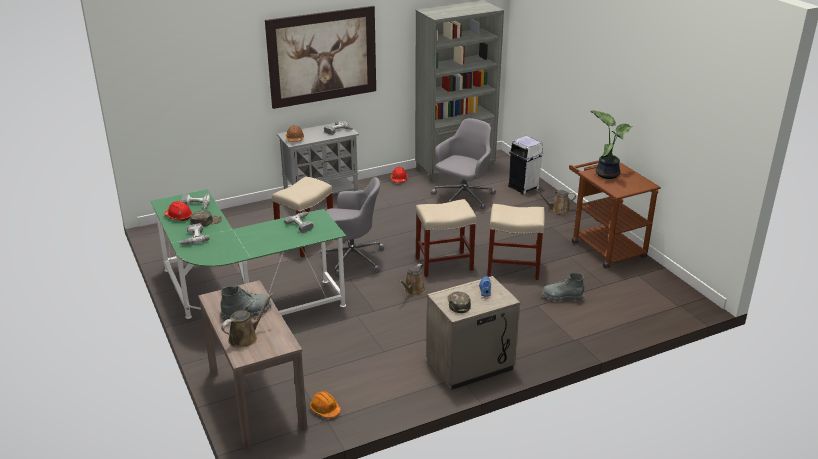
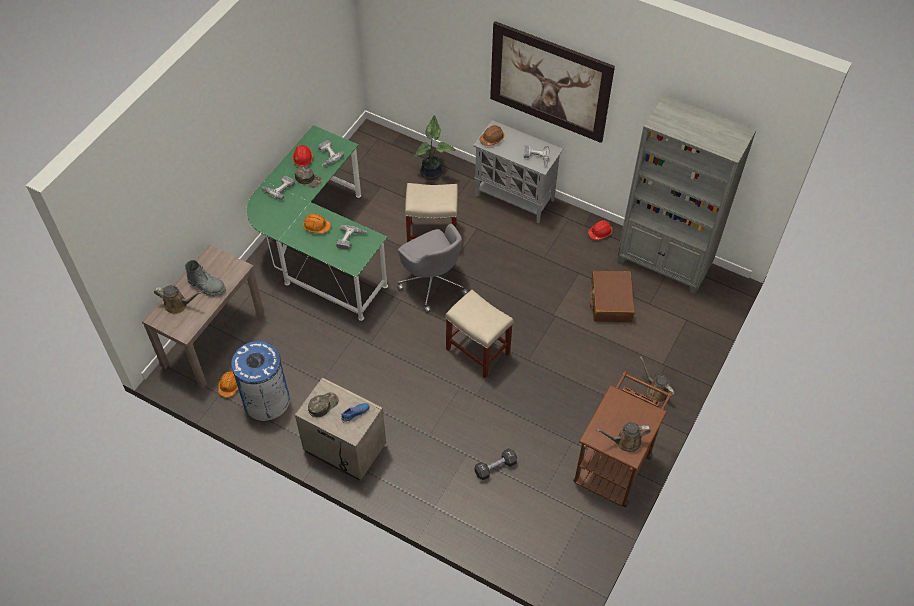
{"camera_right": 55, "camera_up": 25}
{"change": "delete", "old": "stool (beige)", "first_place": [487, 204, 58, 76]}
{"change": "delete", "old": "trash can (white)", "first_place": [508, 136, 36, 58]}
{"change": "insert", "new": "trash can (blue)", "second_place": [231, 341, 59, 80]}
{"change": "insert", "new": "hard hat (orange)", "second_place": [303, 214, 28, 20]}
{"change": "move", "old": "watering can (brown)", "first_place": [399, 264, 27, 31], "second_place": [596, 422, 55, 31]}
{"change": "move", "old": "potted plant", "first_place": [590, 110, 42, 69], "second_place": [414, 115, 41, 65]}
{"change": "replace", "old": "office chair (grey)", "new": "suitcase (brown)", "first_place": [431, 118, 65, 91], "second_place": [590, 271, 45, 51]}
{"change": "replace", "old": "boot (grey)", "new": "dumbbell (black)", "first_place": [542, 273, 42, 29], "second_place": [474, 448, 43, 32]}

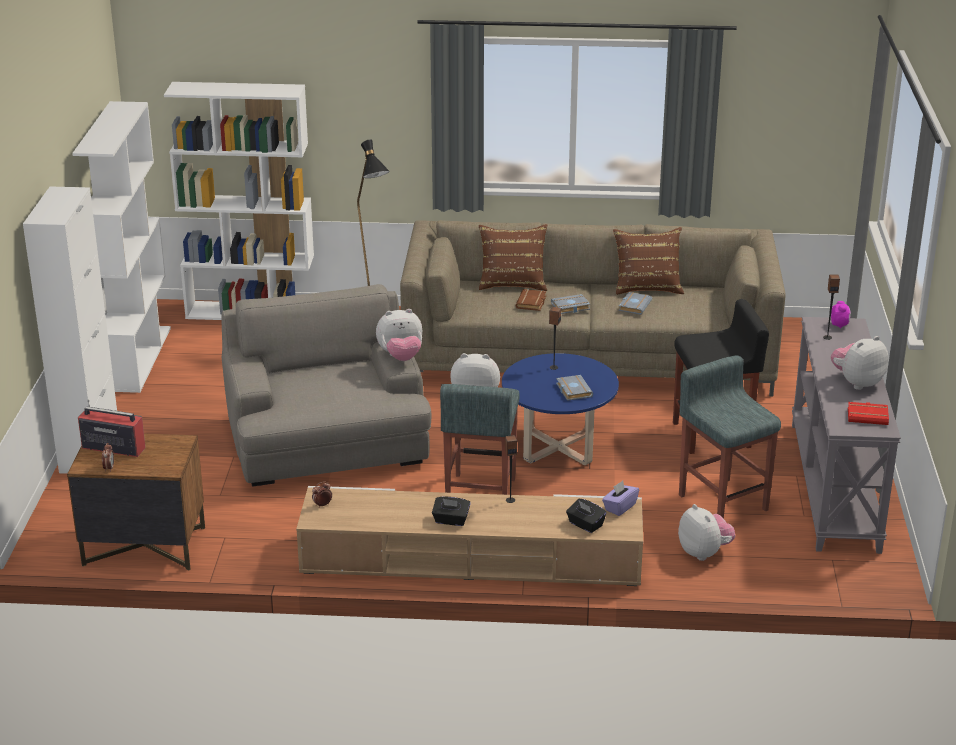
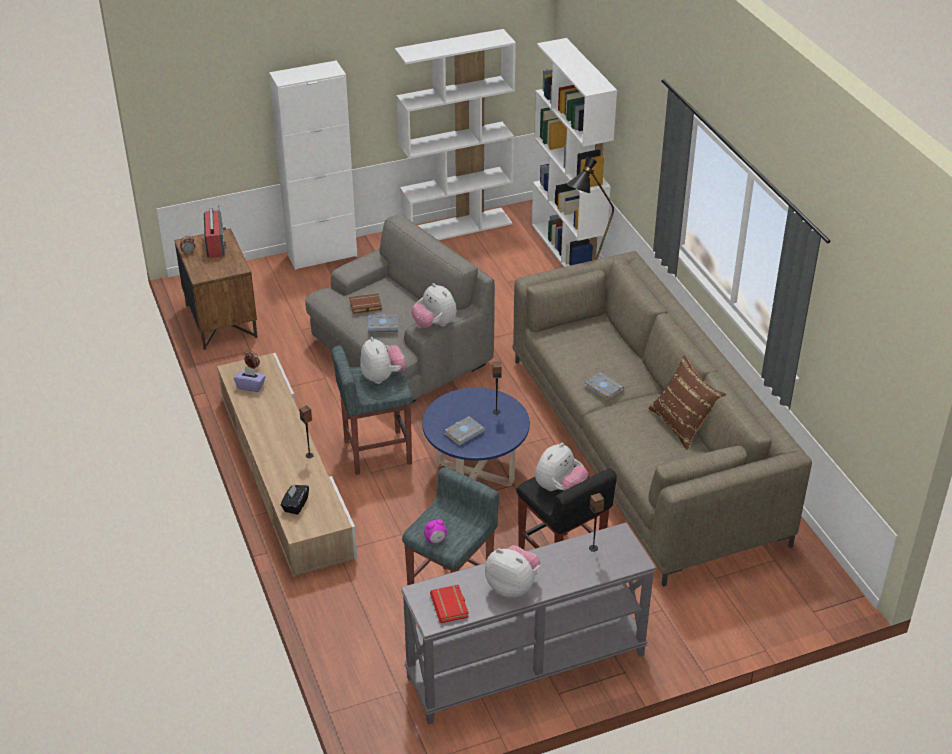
{"camera_right": 65, "camera_up": 10}
{"change": "delete", "old": "tissue box (black)", "first_place": [432, 497, 39, 29]}
{"change": "delete", "old": "pillow (brown)", "first_place": [479, 224, 68, 67]}
{"change": "move", "old": "book (brown)", "first_place": [516, 289, 30, 22], "second_place": [349, 293, 33, 20]}
{"change": "move", "old": "tissue box (purple)", "first_place": [602, 481, 37, 35], "second_place": [234, 367, 32, 25]}
{"change": "move", "old": "book (grey)", "first_place": [618, 292, 34, 23], "second_place": [368, 314, 30, 19]}
{"change": "move", "old": "plush toy", "first_place": [678, 504, 57, 57], "second_place": [535, 443, 53, 48]}
{"change": "move", "old": "alarm clock", "first_place": [831, 301, 20, 28], "second_place": [424, 519, 23, 25]}

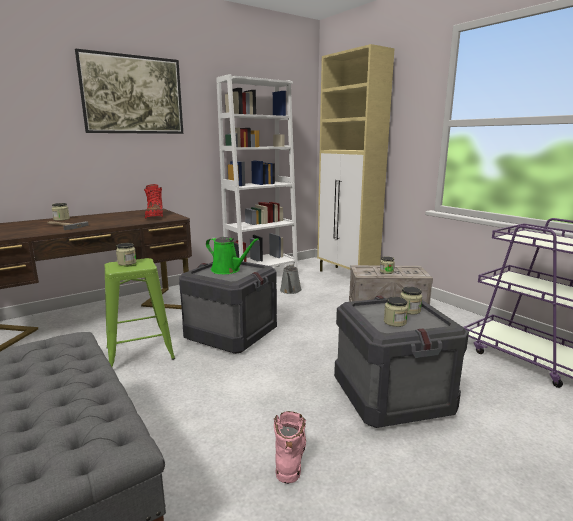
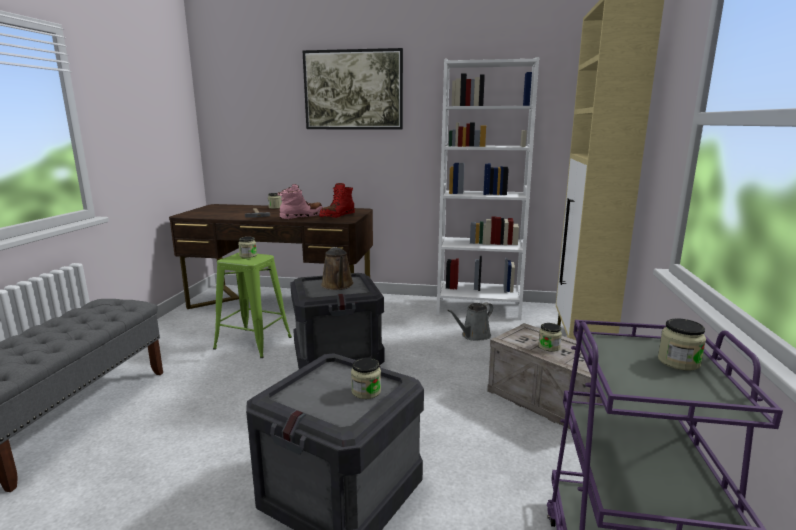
{"camera_right": 45, "camera_up": 0}
{"change": "move", "old": "boot (pink)", "first_place": [274, 411, 32, 73], "second_place": [277, 184, 46, 35]}
{"change": "move", "old": "jar", "first_place": [384, 297, 24, 30], "second_place": [658, 318, 48, 53]}
{"change": "recolor", "old": "watering can (green)", "new": "watering can (brown)", "first_place": [206, 237, 53, 37], "second_place": [321, 247, 33, 43]}

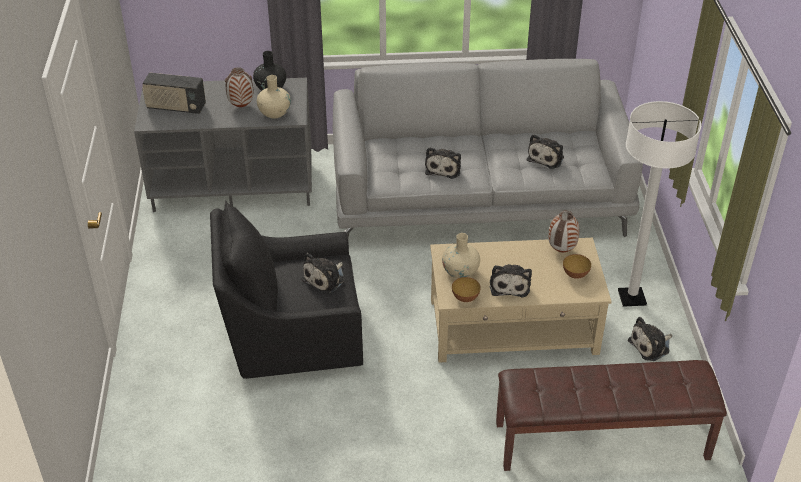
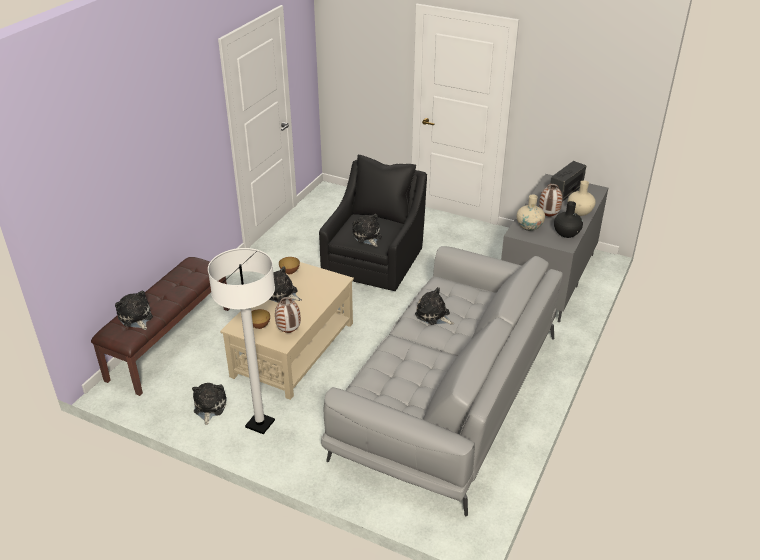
{"camera_right": 120, "camera_up": -5}
{"change": "move", "old": "vase (beige)", "first_place": [442, 233, 38, 46], "second_place": [568, 180, 28, 36]}
{"change": "move", "old": "plush toy", "first_place": [527, 134, 37, 35], "second_place": [115, 291, 38, 39]}

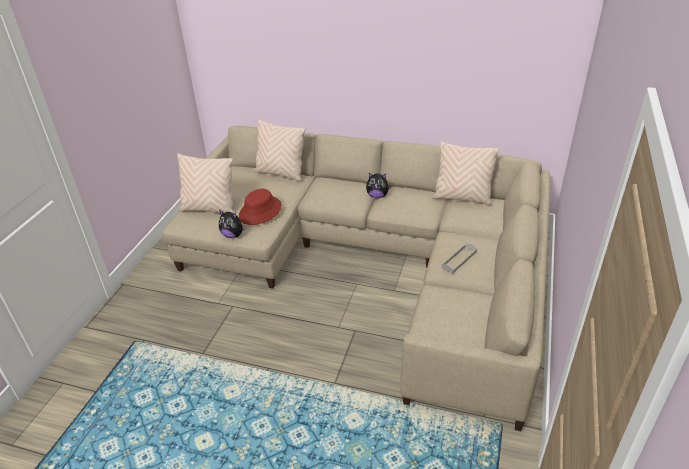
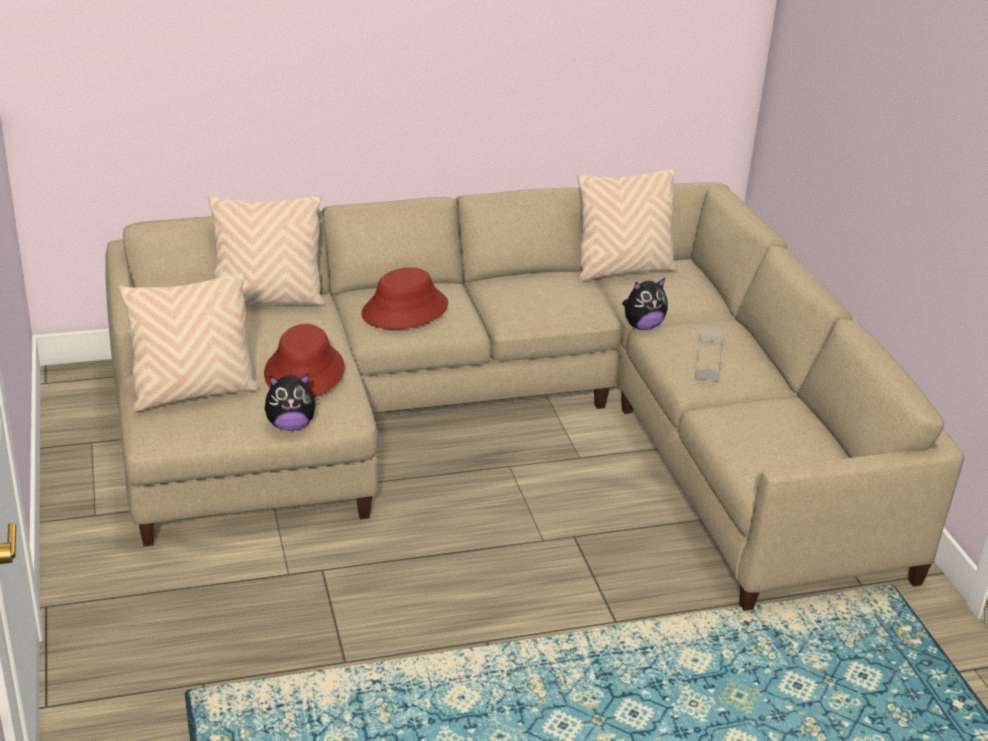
{"camera_right": -35, "camera_up": -5}
{"change": "insert", "new": "hat (red)", "second_place": [361, 267, 87, 62]}
{"change": "move", "old": "plush toy", "first_place": [366, 173, 25, 26], "second_place": [622, 278, 46, 52]}

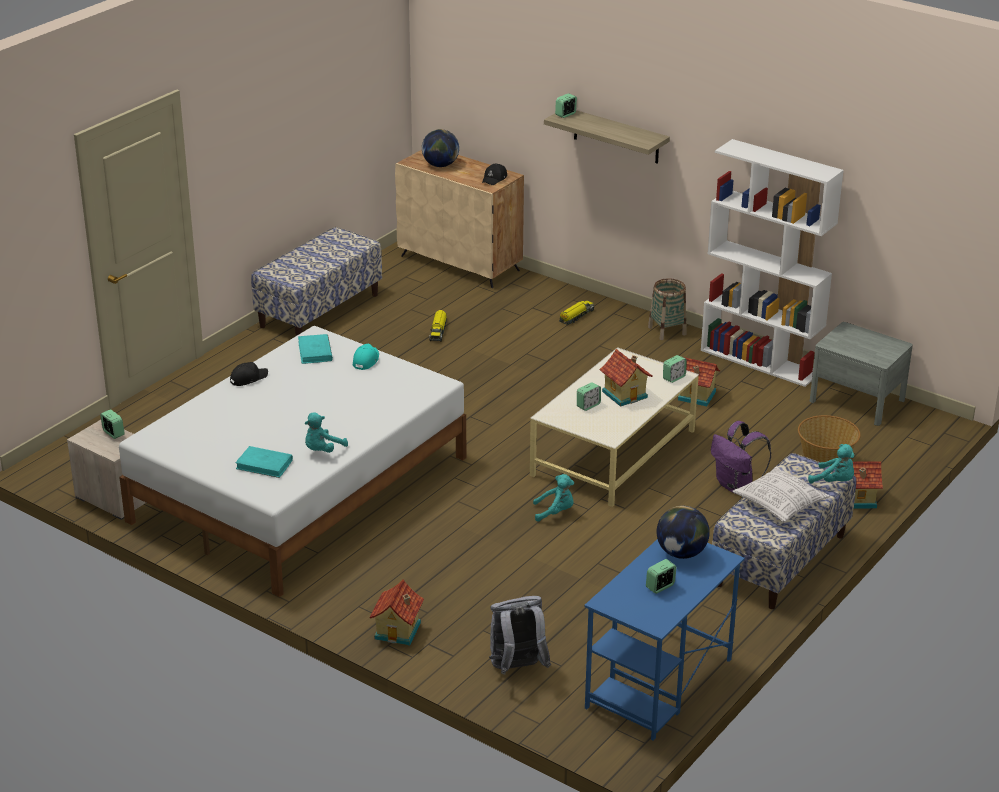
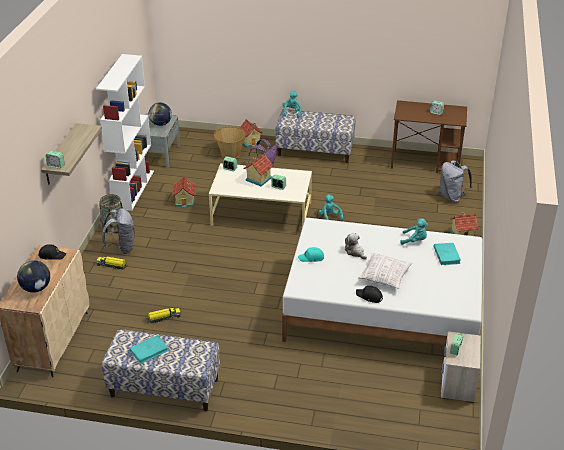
{"camera_right": -115, "camera_up": 5}
{"change": "insert", "new": "backpack (grey)", "second_place": [102, 208, 33, 46]}
{"change": "insert", "new": "plush toy", "second_place": [345, 233, 22, 27]}
{"change": "move", "old": "book (turquoise)", "first_place": [298, 334, 35, 30], "second_place": [129, 335, 40, 29]}
{"change": "move", "old": "globe", "first_place": [657, 506, 53, 53], "second_place": [149, 103, 23, 23]}
{"change": "move", "old": "pillow", "first_place": [732, 466, 98, 56], "second_place": [358, 253, 54, 36]}
{"change": "recolor", "old": "desk (blue)", "new": "desk (brown)", "first_place": [584, 539, 161, 202], "second_place": [391, 100, 76, 73]}

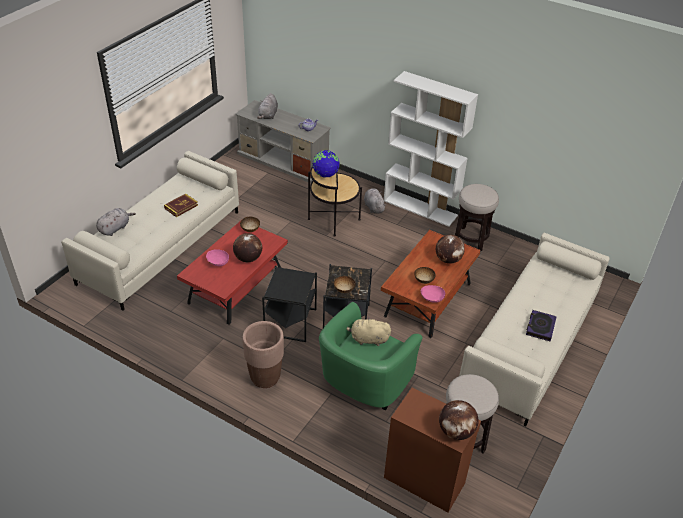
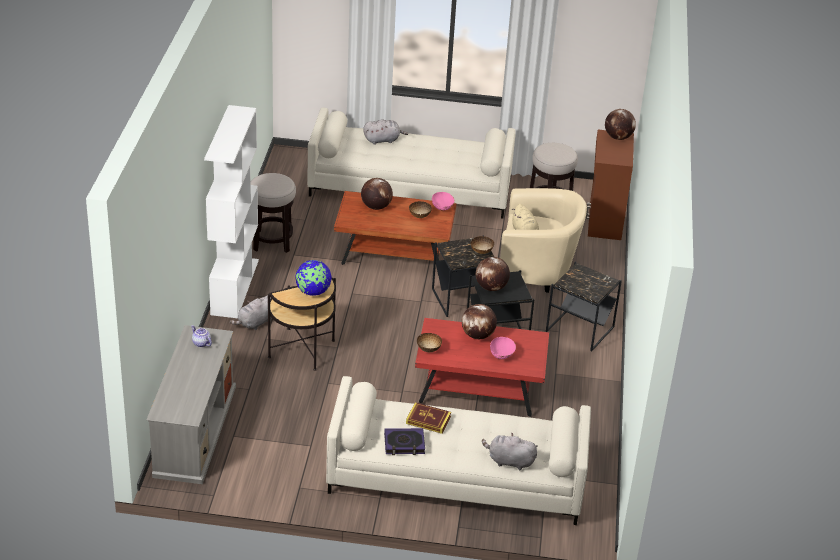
{"camera_right": -115, "camera_up": -5}
{"change": "insert", "new": "globe", "second_place": [476, 257, 34, 34]}
{"change": "move", "old": "plush toy (grey)", "first_place": [257, 93, 21, 26], "second_place": [363, 120, 45, 25]}
{"change": "move", "old": "book", "first_place": [526, 310, 31, 32], "second_place": [384, 428, 41, 27]}
{"change": "replace", "old": "planter (brown)", "new": "side table (black)", "first_place": [242, 321, 42, 67], "second_place": [546, 261, 76, 90]}
{"change": "recolor", "old": "armchair (green)", "new": "armchair (beige)", "first_place": [319, 302, 104, 109], "second_place": [500, 188, 87, 105]}

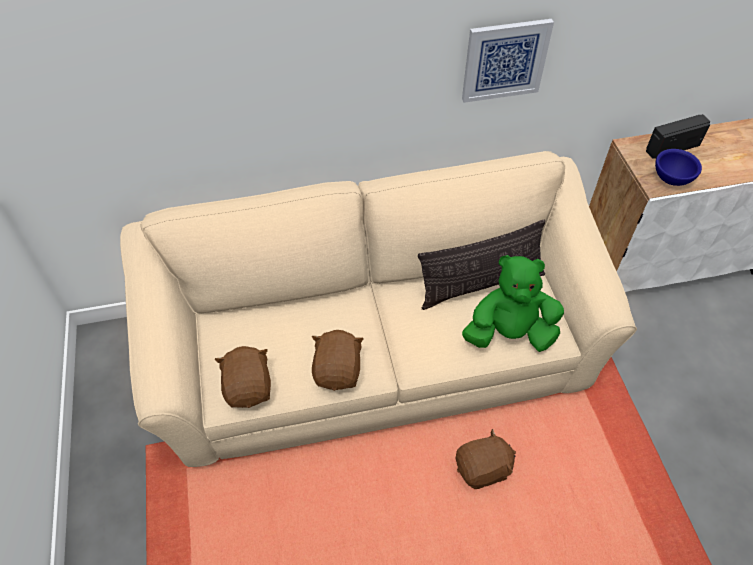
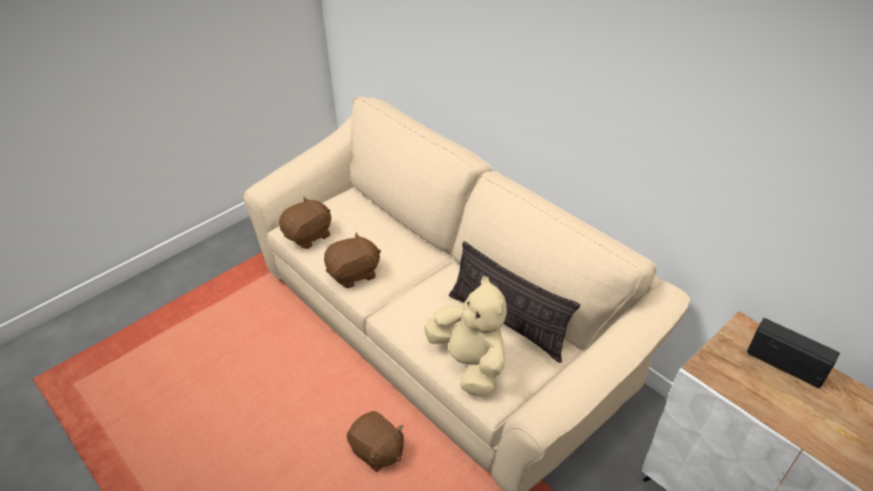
{"camera_right": 60, "camera_up": -10}
{"change": "delete", "old": "picture", "first_place": [462, 19, 92, 84]}
{"change": "delete", "old": "bowl (blue)", "first_place": [655, 149, 47, 37]}
{"change": "recolor", "old": "plush toy (green)", "new": "plush toy (beige)", "first_place": [462, 255, 102, 97], "second_place": [424, 275, 83, 122]}

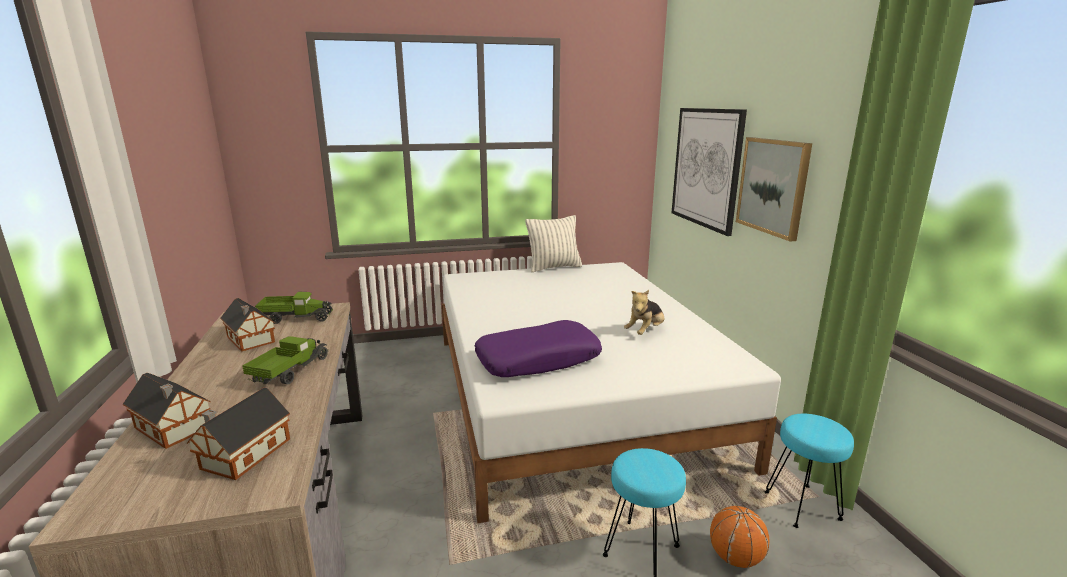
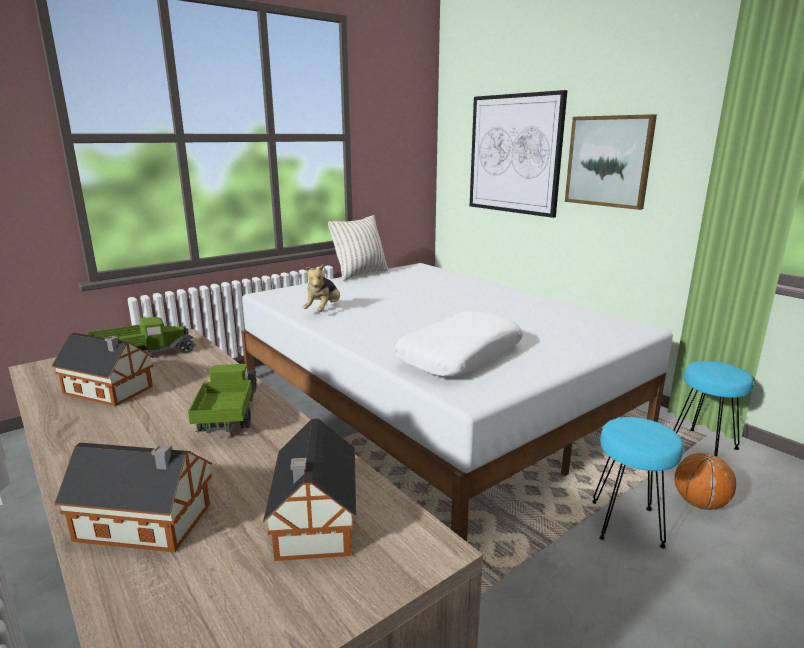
{"camera_right": -25, "camera_up": 0}
{"change": "move", "old": "plush toy", "first_place": [624, 290, 41, 45], "second_place": [302, 265, 38, 47]}
{"change": "recolor", "old": "pillow (purple)", "new": "pillow (white)", "first_place": [475, 320, 127, 57], "second_place": [394, 311, 129, 66]}

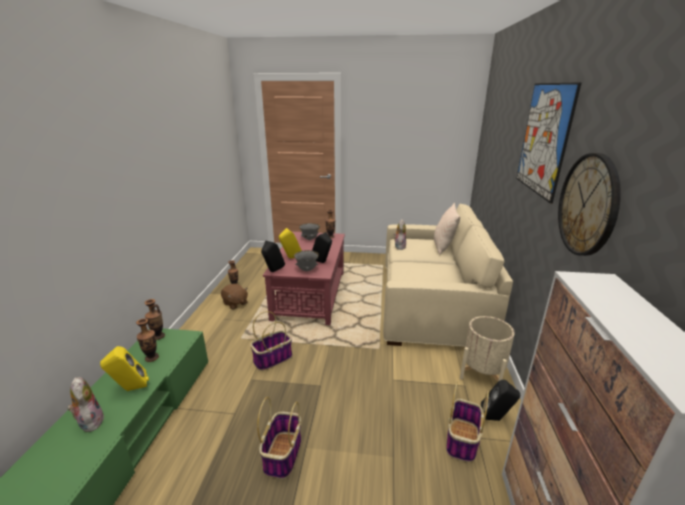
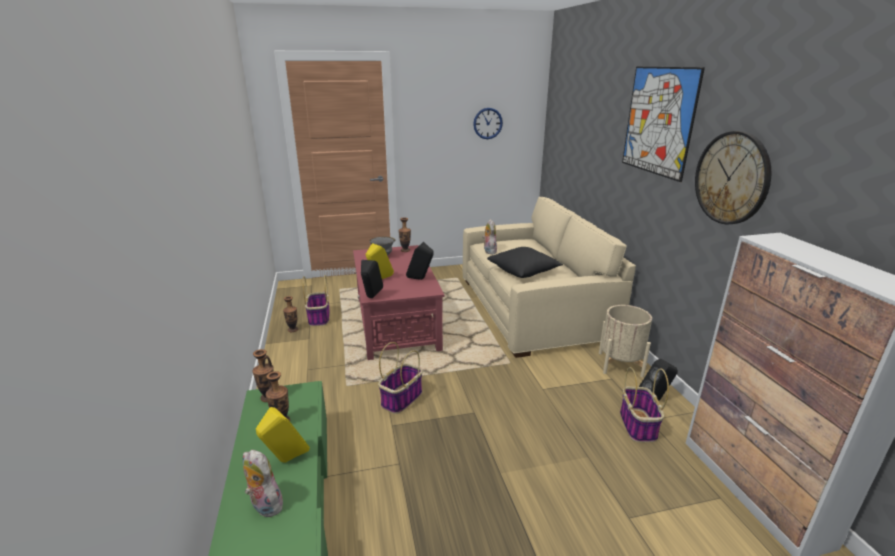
{"camera_right": -20, "camera_up": 0}
{"change": "delete", "old": "plush toy (brown)", "first_place": [221, 284, 27, 25]}
{"change": "delete", "old": "bowl (grey)", "first_place": [294, 250, 25, 21]}
{"change": "delete", "old": "pillow (beige)", "first_place": [434, 203, 26, 52]}
{"change": "insert", "new": "wall clock", "second_place": [473, 108, 30, 31]}
{"change": "insert", "new": "pillow (black)", "second_place": [487, 247, 76, 31]}
{"change": "move", "old": "basket", "first_place": [257, 397, 44, 82], "second_place": [303, 275, 27, 51]}

